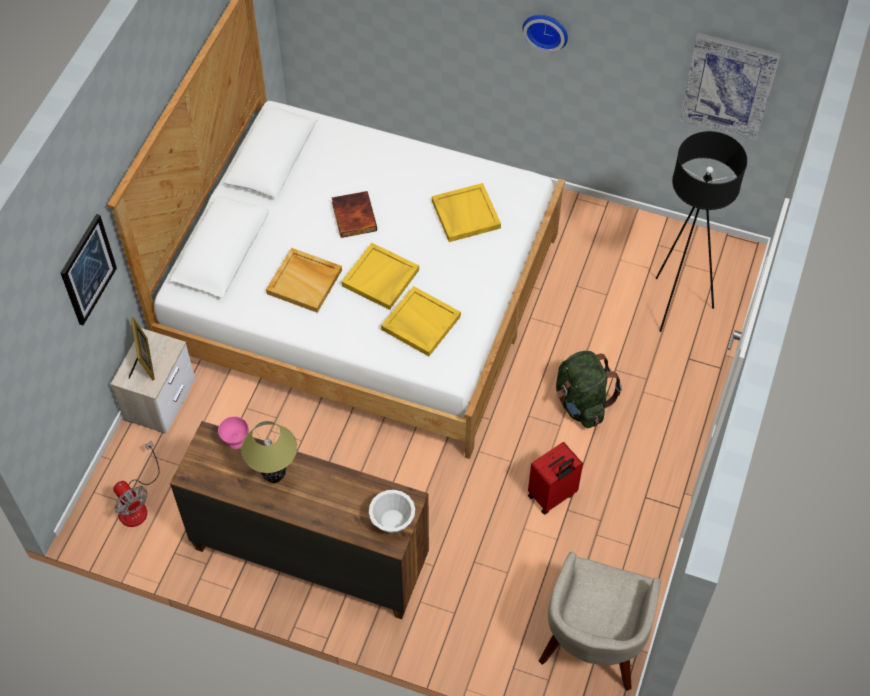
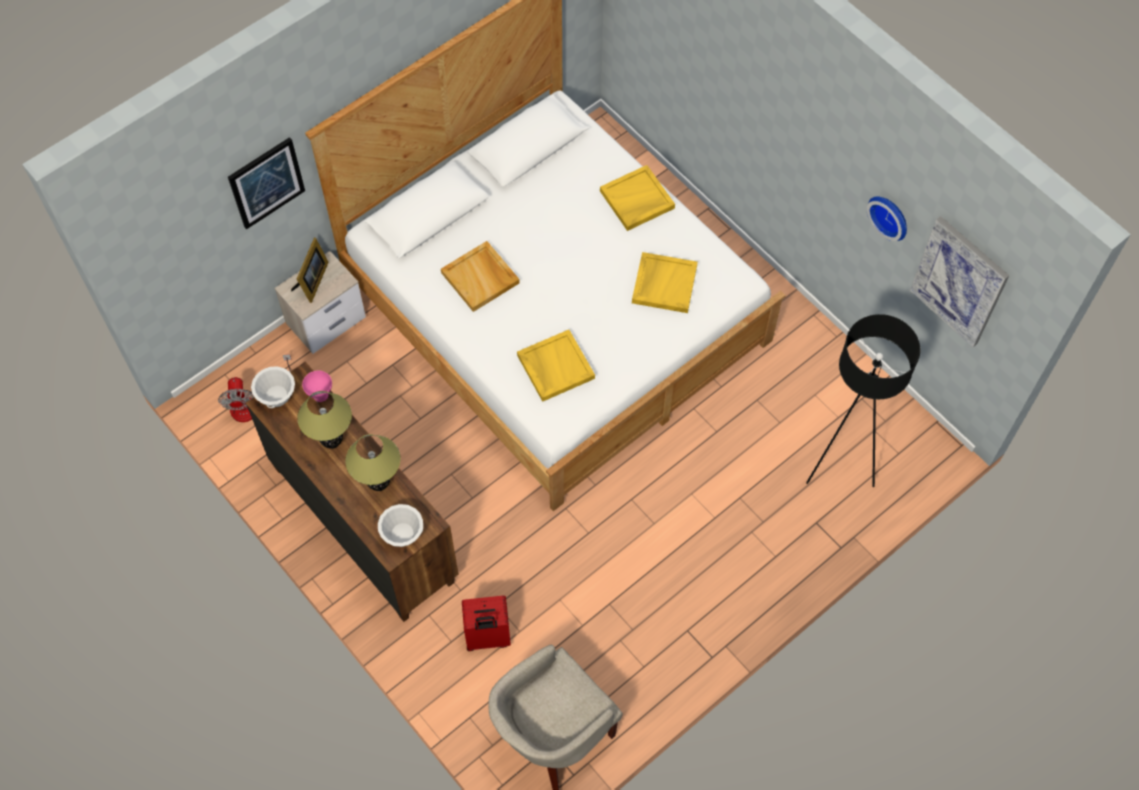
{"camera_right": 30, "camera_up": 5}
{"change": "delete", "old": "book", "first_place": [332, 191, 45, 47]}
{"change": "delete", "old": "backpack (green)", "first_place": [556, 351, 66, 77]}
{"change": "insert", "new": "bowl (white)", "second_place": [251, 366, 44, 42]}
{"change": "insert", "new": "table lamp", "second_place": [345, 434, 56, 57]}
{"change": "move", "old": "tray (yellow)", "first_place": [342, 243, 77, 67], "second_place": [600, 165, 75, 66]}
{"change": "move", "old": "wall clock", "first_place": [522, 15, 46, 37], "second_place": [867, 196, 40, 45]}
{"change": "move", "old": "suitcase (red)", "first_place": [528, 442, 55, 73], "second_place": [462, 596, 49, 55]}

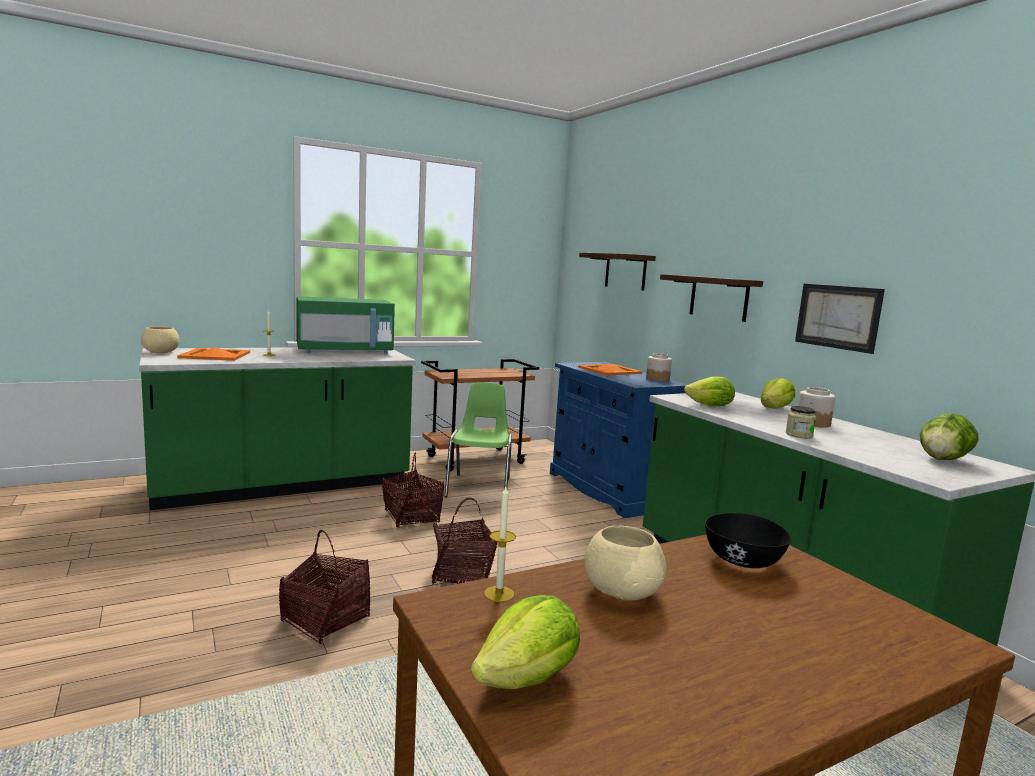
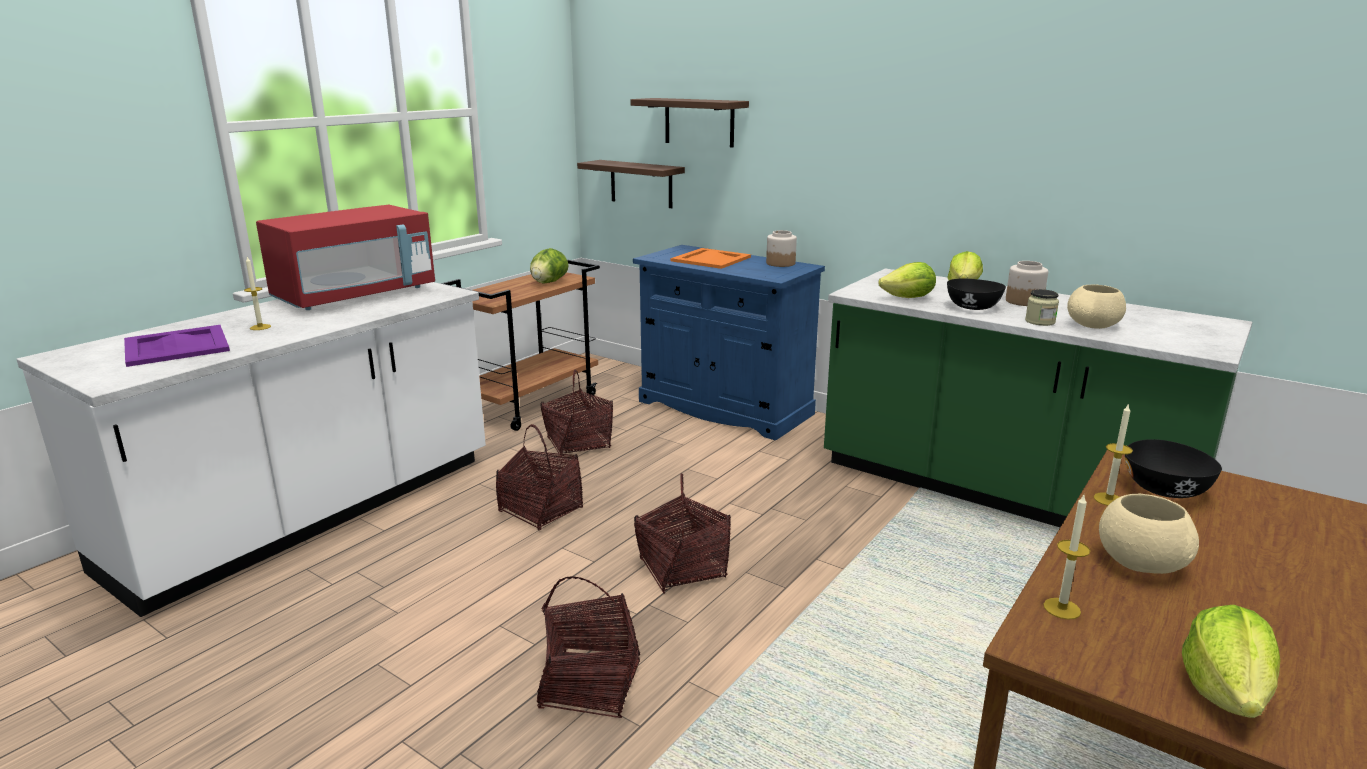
{"camera_right": -25, "camera_up": 10}
{"change": "delete", "old": "picture", "first_place": [795, 284, 90, 70]}
{"change": "insert", "new": "bowl (black)", "second_place": [947, 279, 59, 31]}
{"change": "insert", "new": "candle", "second_place": [1094, 403, 39, 103]}
{"change": "move", "old": "bowl (beige)", "first_place": [141, 326, 38, 27], "second_place": [1067, 285, 59, 44]}
{"change": "move", "old": "shelf", "first_place": [660, 274, 103, 48], "second_place": [577, 160, 108, 48]}
{"change": "move", "old": "lettuce", "first_place": [920, 413, 59, 47], "second_place": [530, 248, 39, 35]}
{"change": "replace", "old": "chair (green)", "new": "basket", "first_place": [444, 382, 68, 115], "second_place": [540, 370, 73, 88]}
{"change": "recolor", "old": "counter (green)", "new": "counter (white)", "first_place": [139, 347, 277, 163], "second_place": [16, 282, 470, 335]}
{"change": "recolor", "old": "tray (orange)", "new": "tray (purple)", "first_place": [177, 347, 73, 14], "second_place": [124, 325, 106, 42]}
{"change": "recolor", "old": "microwave (green)", "new": "microwave (red)", "first_place": [296, 296, 99, 58], "second_place": [256, 205, 179, 105]}

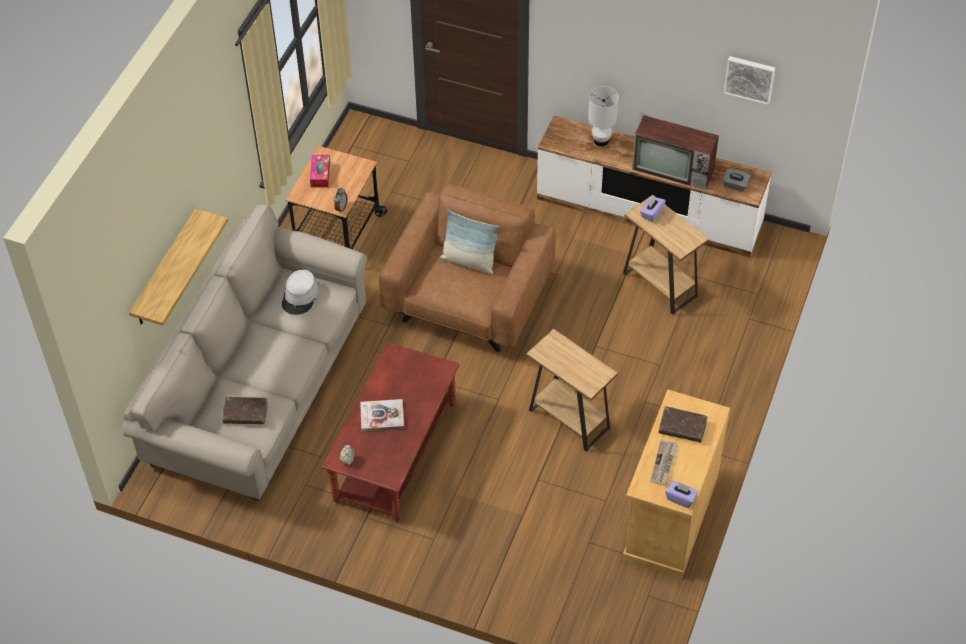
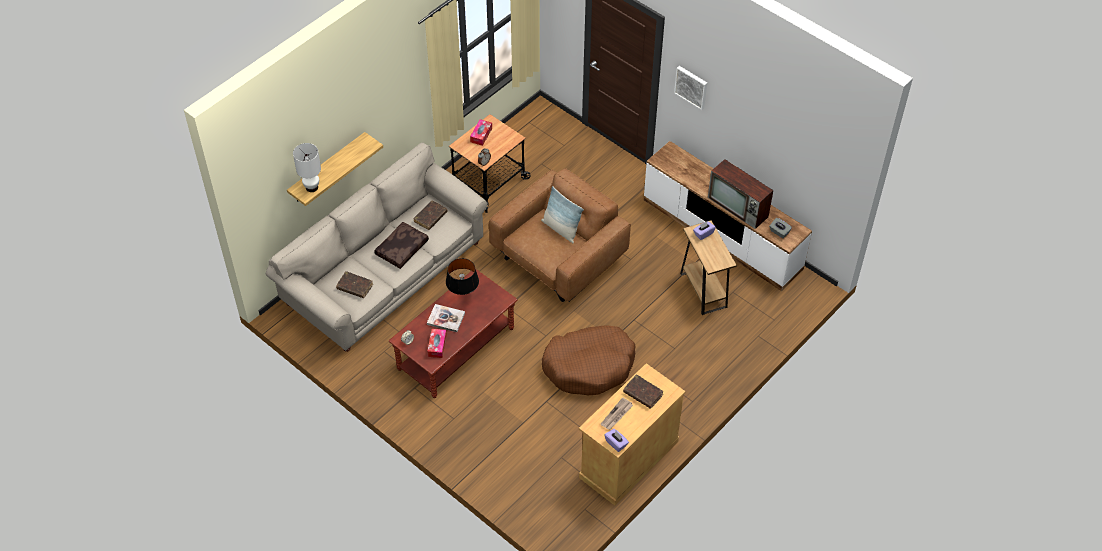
{"camera_right": 20, "camera_up": 0}
{"change": "insert", "new": "pillow (brown)", "second_place": [374, 222, 55, 47]}
{"change": "insert", "new": "tissue box", "second_place": [427, 329, 20, 29]}
{"change": "insert", "new": "table lamp (black)", "second_place": [446, 258, 33, 37]}
{"change": "move", "old": "table lamp (white)", "first_place": [588, 87, 31, 59], "second_place": [293, 143, 28, 49]}
{"change": "move", "old": "picture", "first_place": [723, 56, 52, 49], "second_place": [674, 66, 33, 44]}
{"change": "replace", "old": "hat (grey)", "new": "book (brown)", "first_place": [282, 270, 37, 45], "second_place": [413, 201, 34, 29]}
{"change": "replace", "old": "side table (brown)", "new": "dog bed (brown)", "first_place": [526, 329, 92, 123], "second_place": [542, 325, 93, 70]}

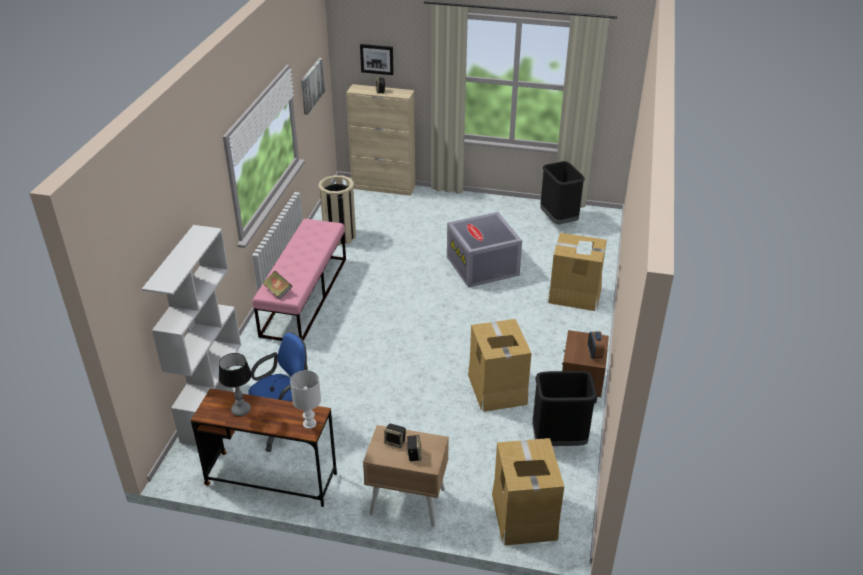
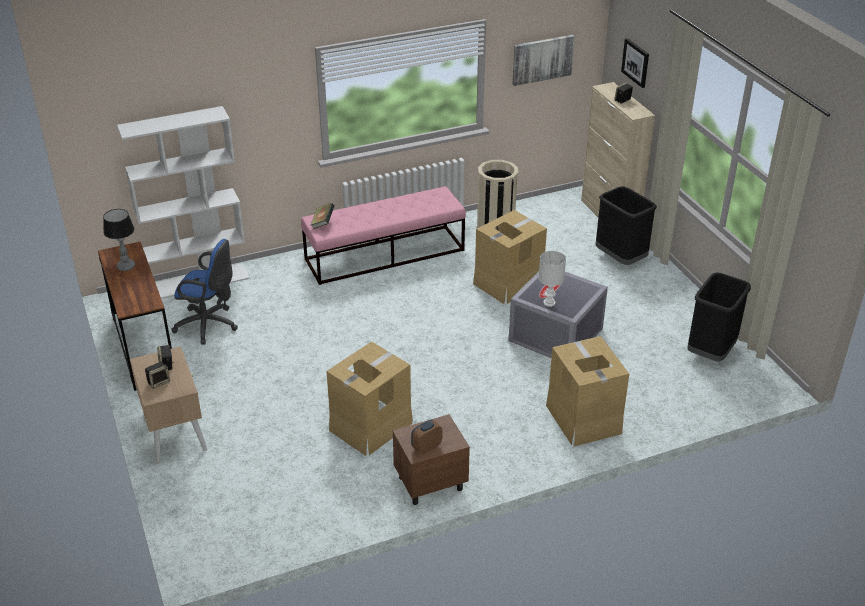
{"camera_right": 55, "camera_up": 0}
{"change": "move", "old": "table lamp (white)", "first_place": [290, 370, 31, 59], "second_place": [539, 251, 27, 56]}
{"change": "move", "old": "cardboard box", "first_place": [492, 438, 72, 107], "second_place": [473, 210, 74, 94]}
{"change": "move", "old": "trash can (black)", "first_place": [532, 371, 65, 75], "second_place": [596, 186, 61, 79]}

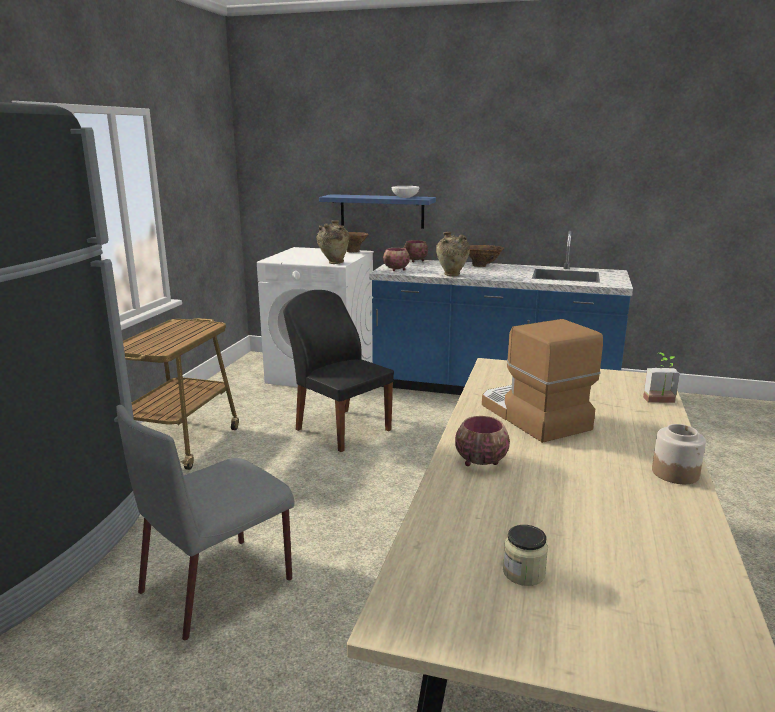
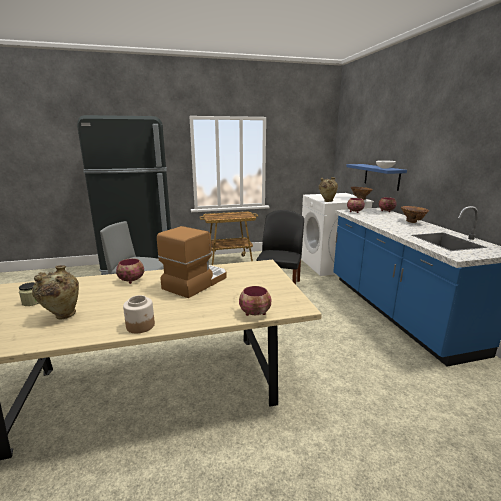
{"camera_right": 60, "camera_up": 0}
{"change": "move", "old": "vase (beige)", "first_place": [436, 231, 34, 45], "second_place": [32, 265, 47, 54]}
{"change": "replace", "old": "potted plant", "new": "bowl", "first_place": [643, 353, 37, 50], "second_place": [239, 286, 32, 30]}

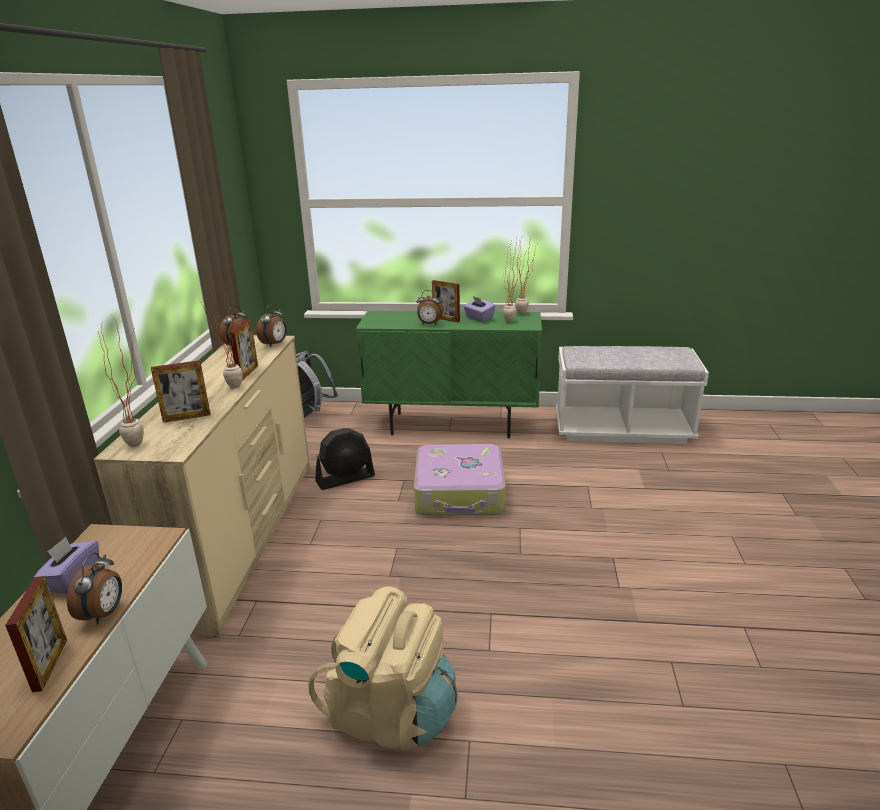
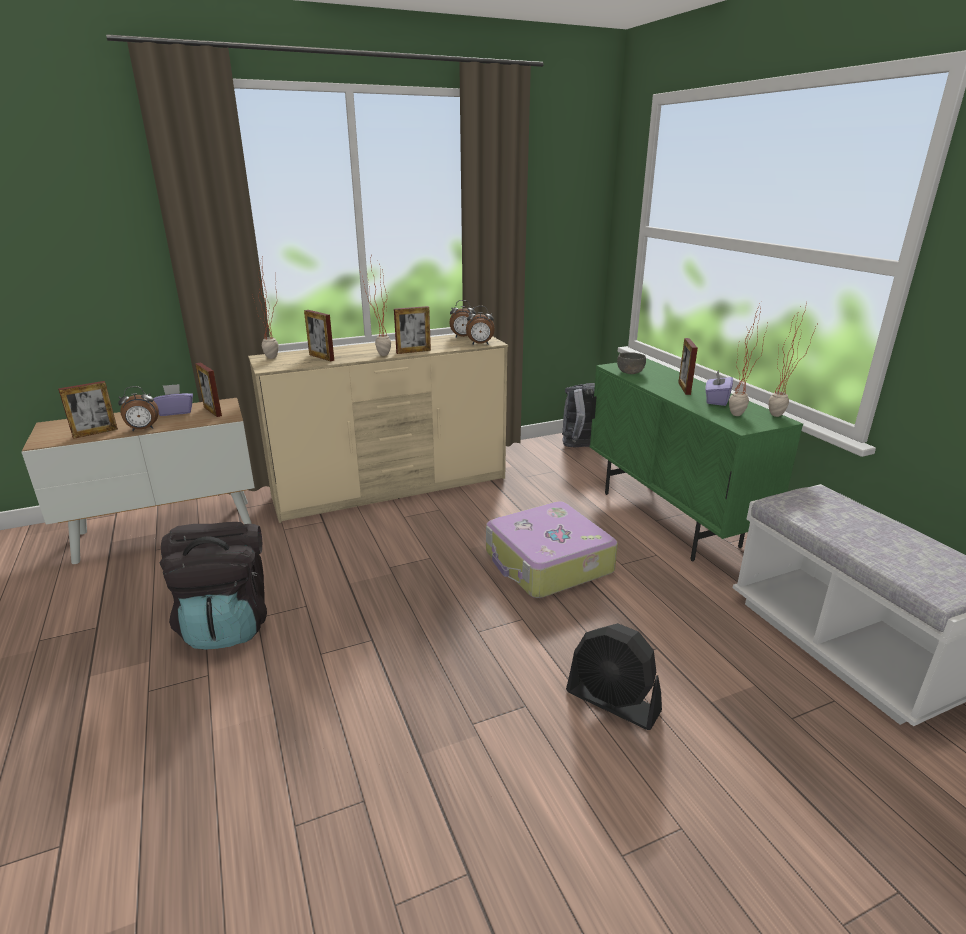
{"camera_right": 60, "camera_up": 0}
{"change": "delete", "old": "alarm clock", "first_place": [417, 290, 27, 35]}
{"change": "insert", "new": "picture frame", "second_place": [195, 363, 27, 54]}
{"change": "insert", "new": "bowl (grey)", "second_place": [617, 352, 29, 22]}
{"change": "move", "old": "fan (black)", "first_place": [315, 428, 60, 62], "second_place": [566, 623, 96, 107]}
{"change": "recolor", "old": "backpack (beige)", "new": "backpack (black)", "first_place": [308, 586, 149, 164], "second_place": [159, 522, 108, 128]}

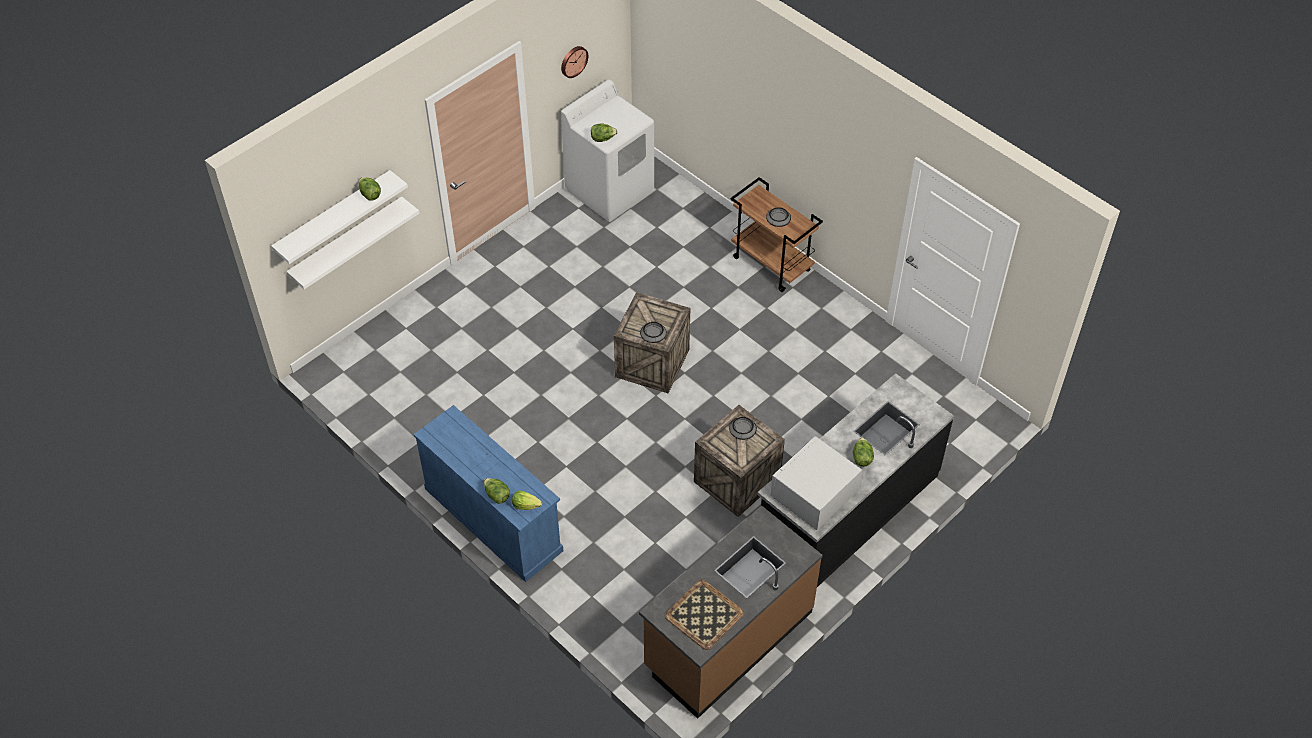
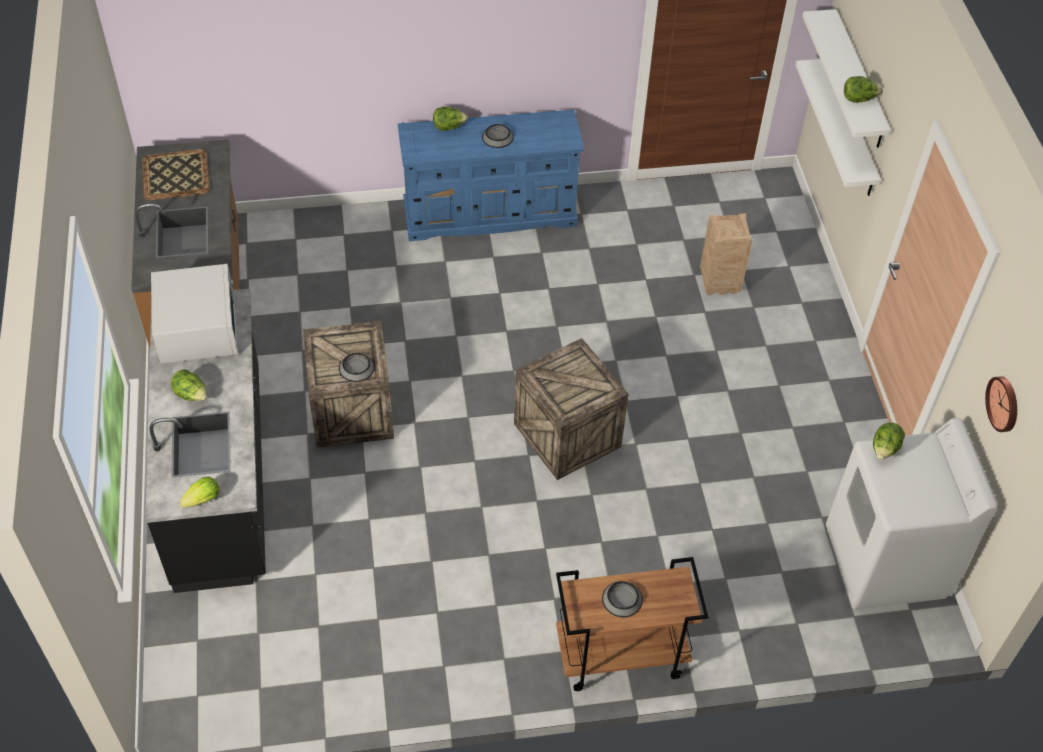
{"camera_right": 125, "camera_up": 0}
{"change": "insert", "new": "crate", "second_place": [700, 213, 53, 82]}
{"change": "move", "old": "lettuce", "first_place": [512, 491, 30, 19], "second_place": [179, 477, 40, 31]}
{"change": "move", "old": "bowl", "first_place": [640, 322, 27, 21], "second_place": [482, 124, 32, 24]}

